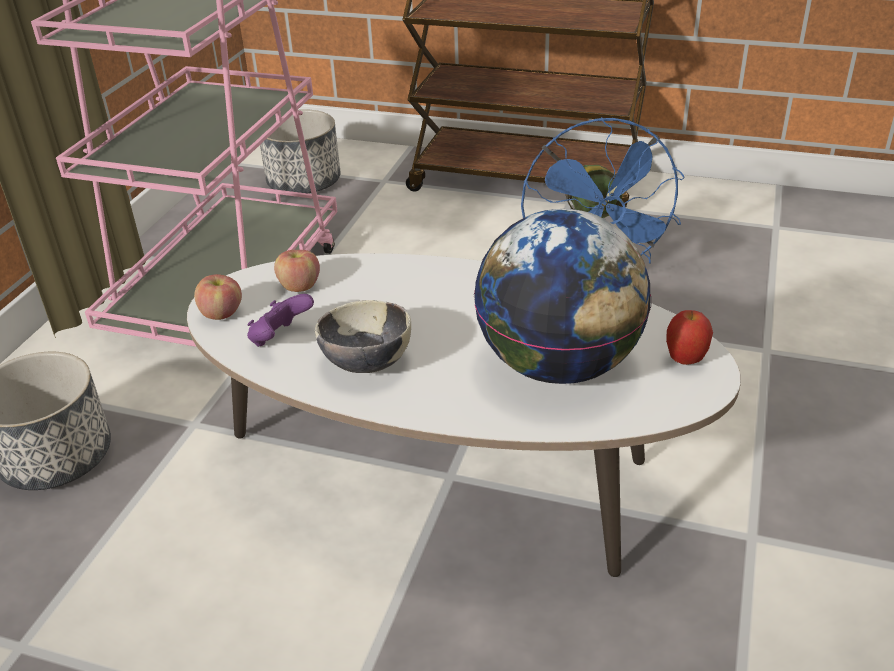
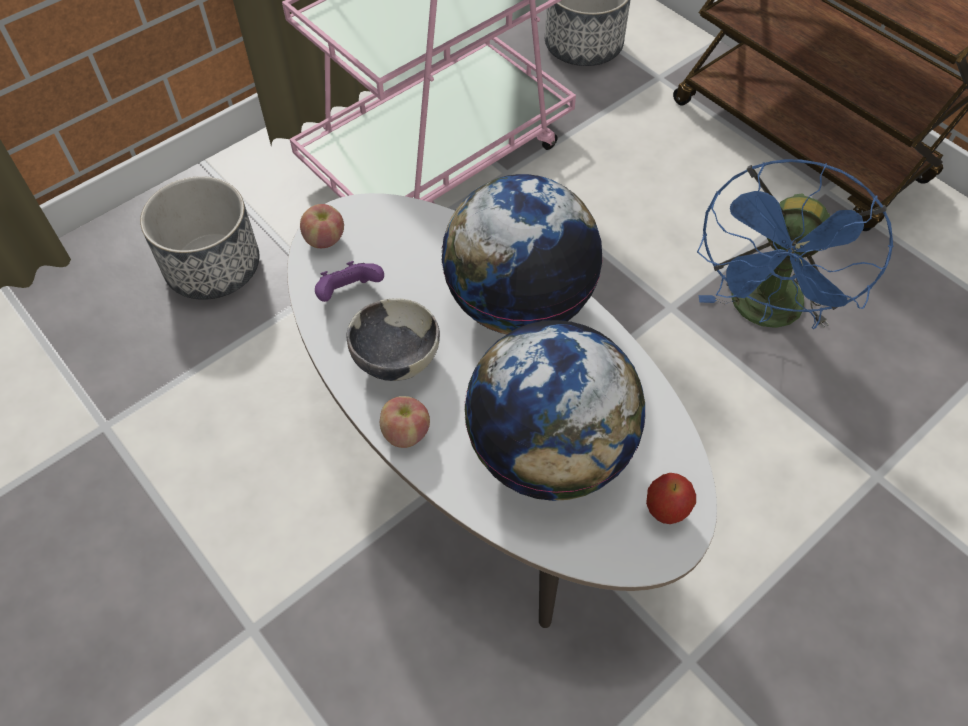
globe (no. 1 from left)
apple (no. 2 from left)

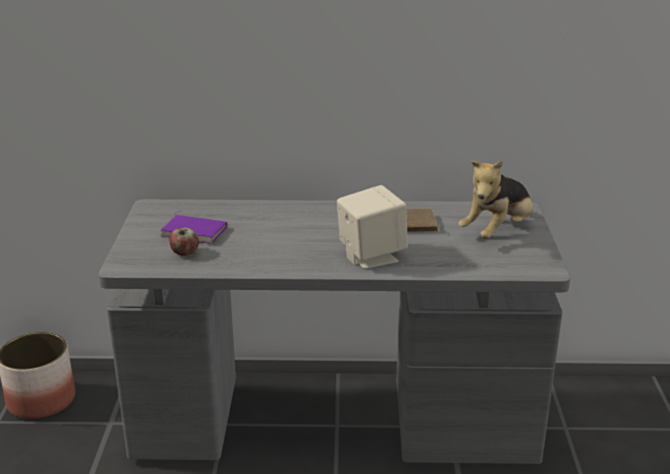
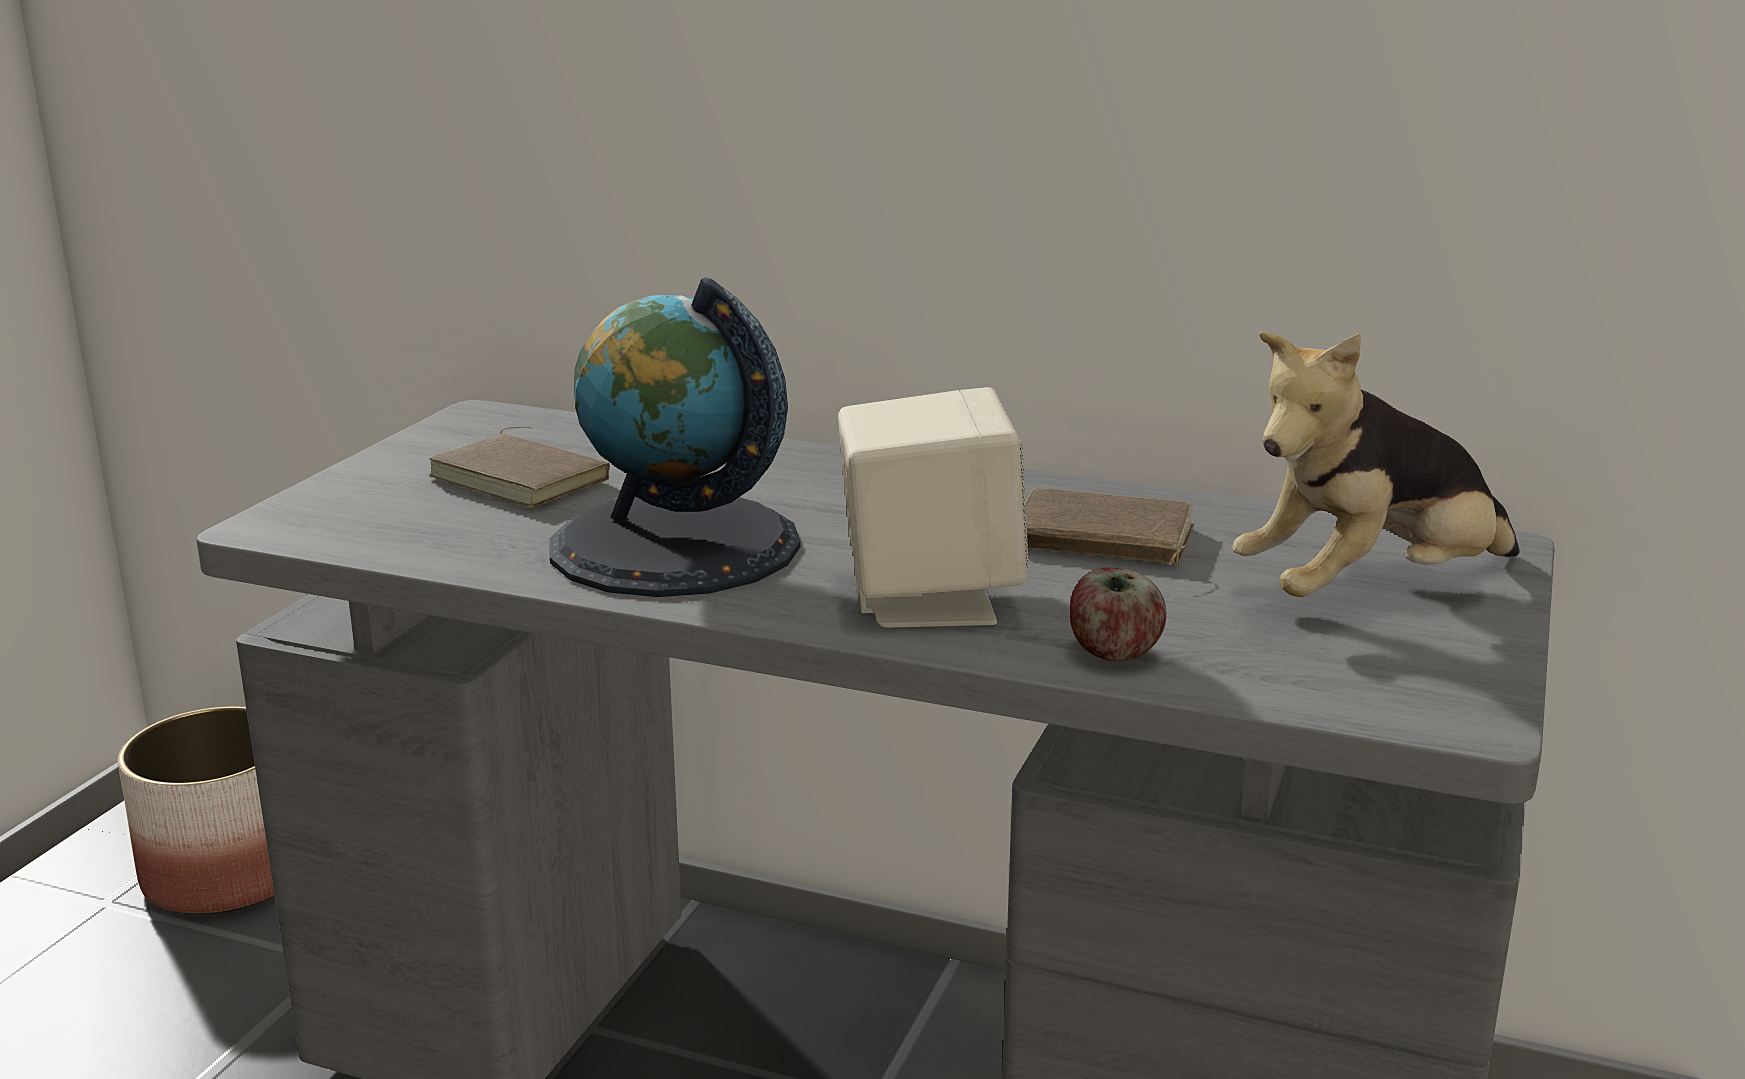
globe
apple
brown book (no. 1 from left)

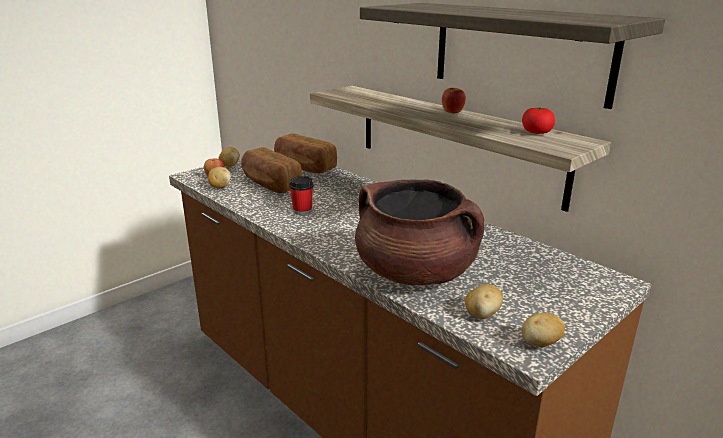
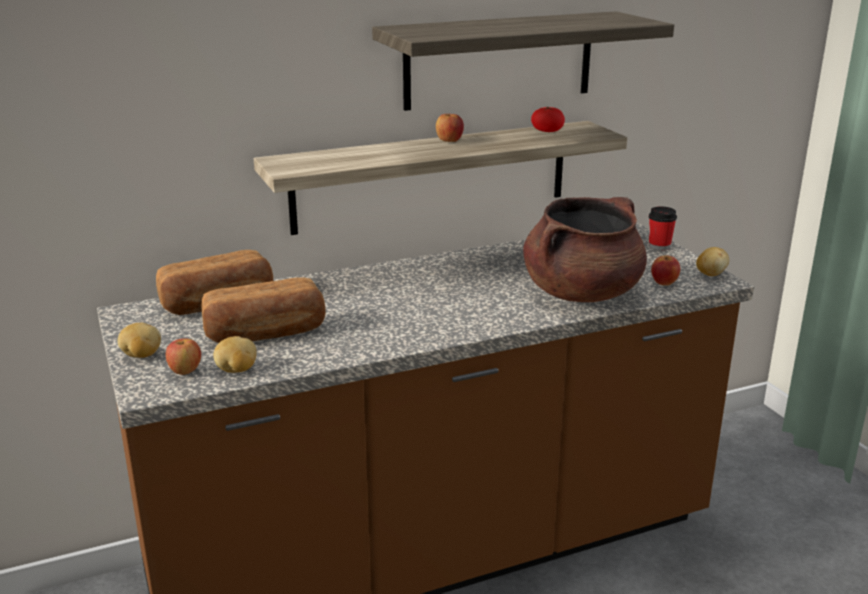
cup
apple (no. 3 from left)

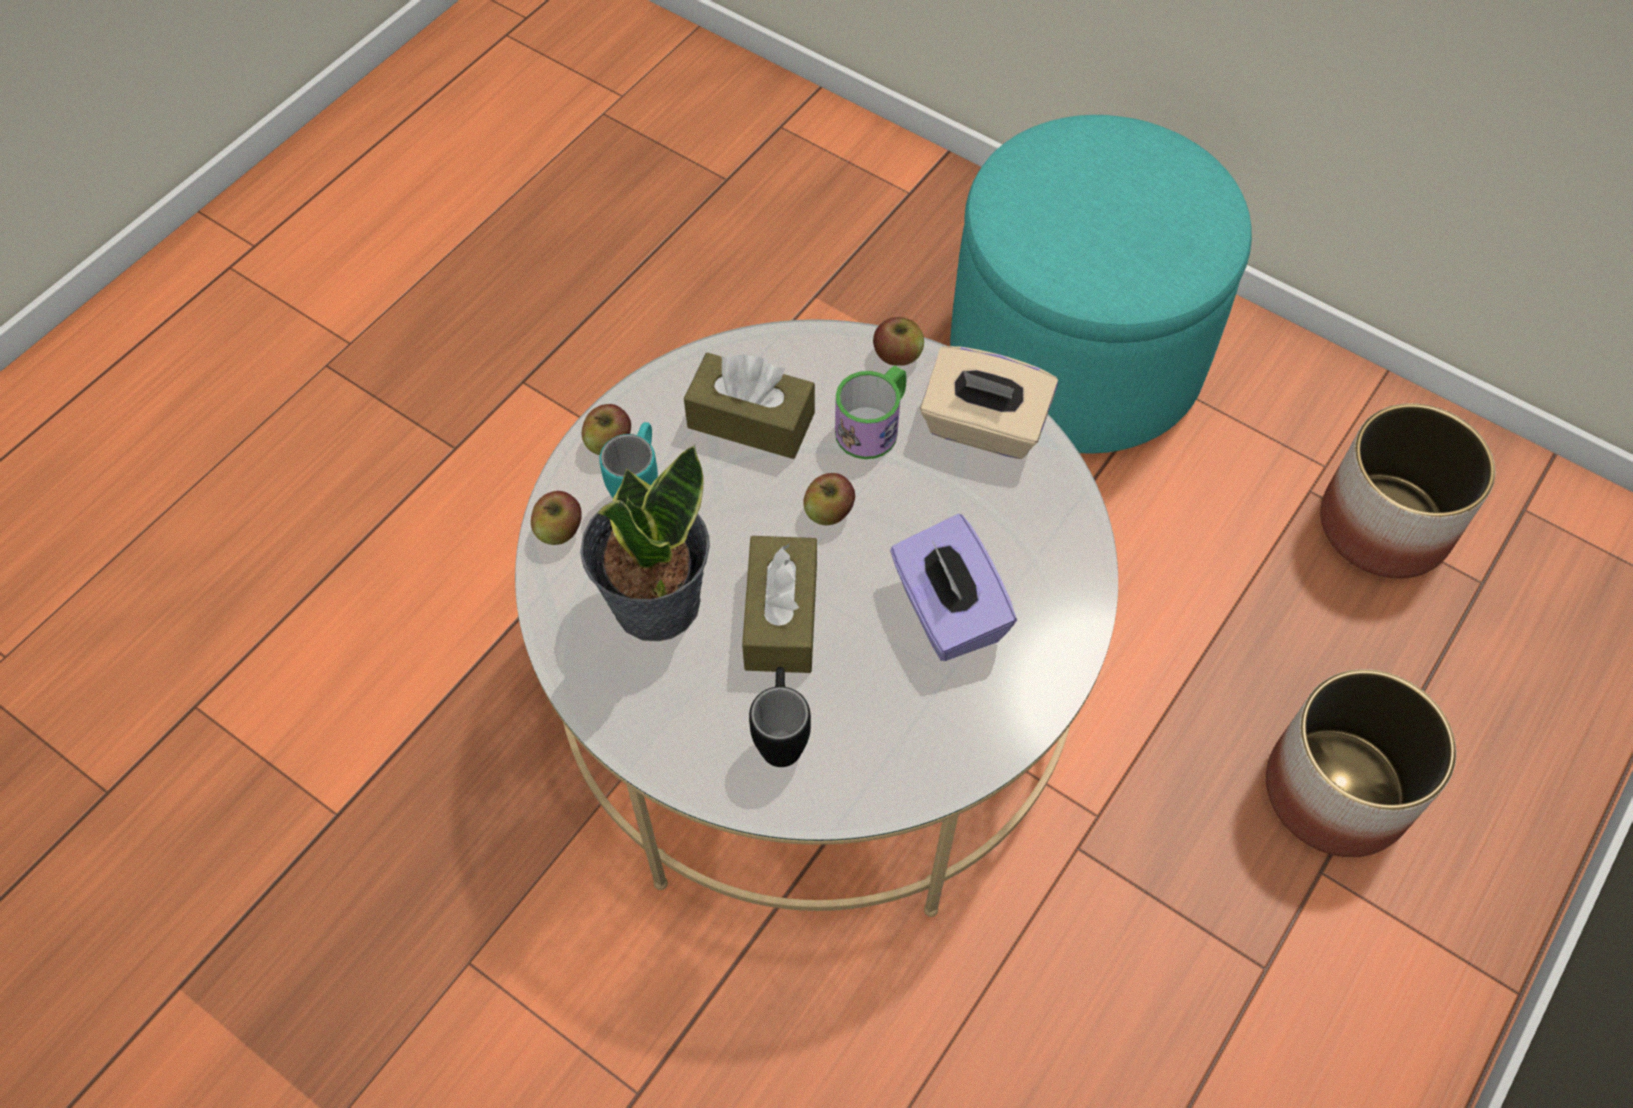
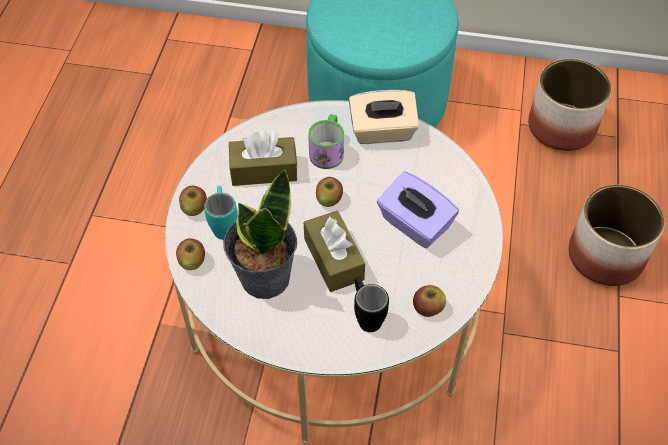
apple (no. 4 from left)

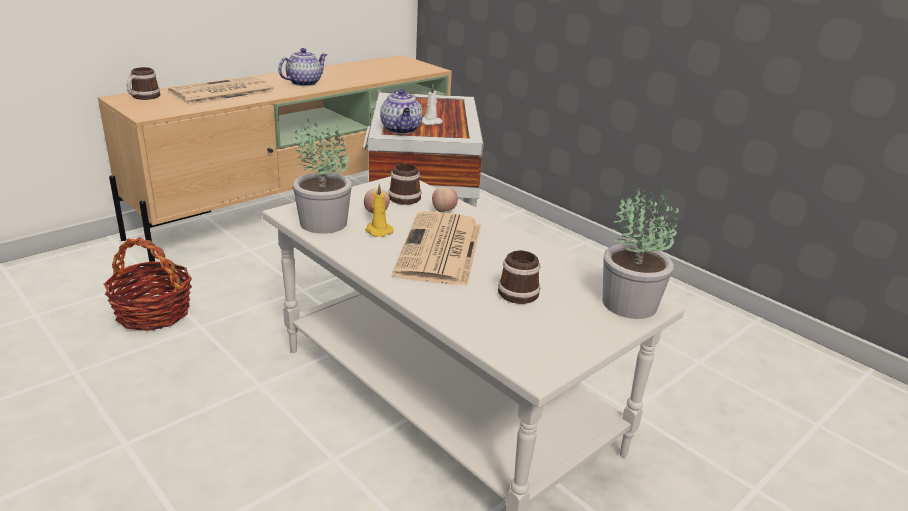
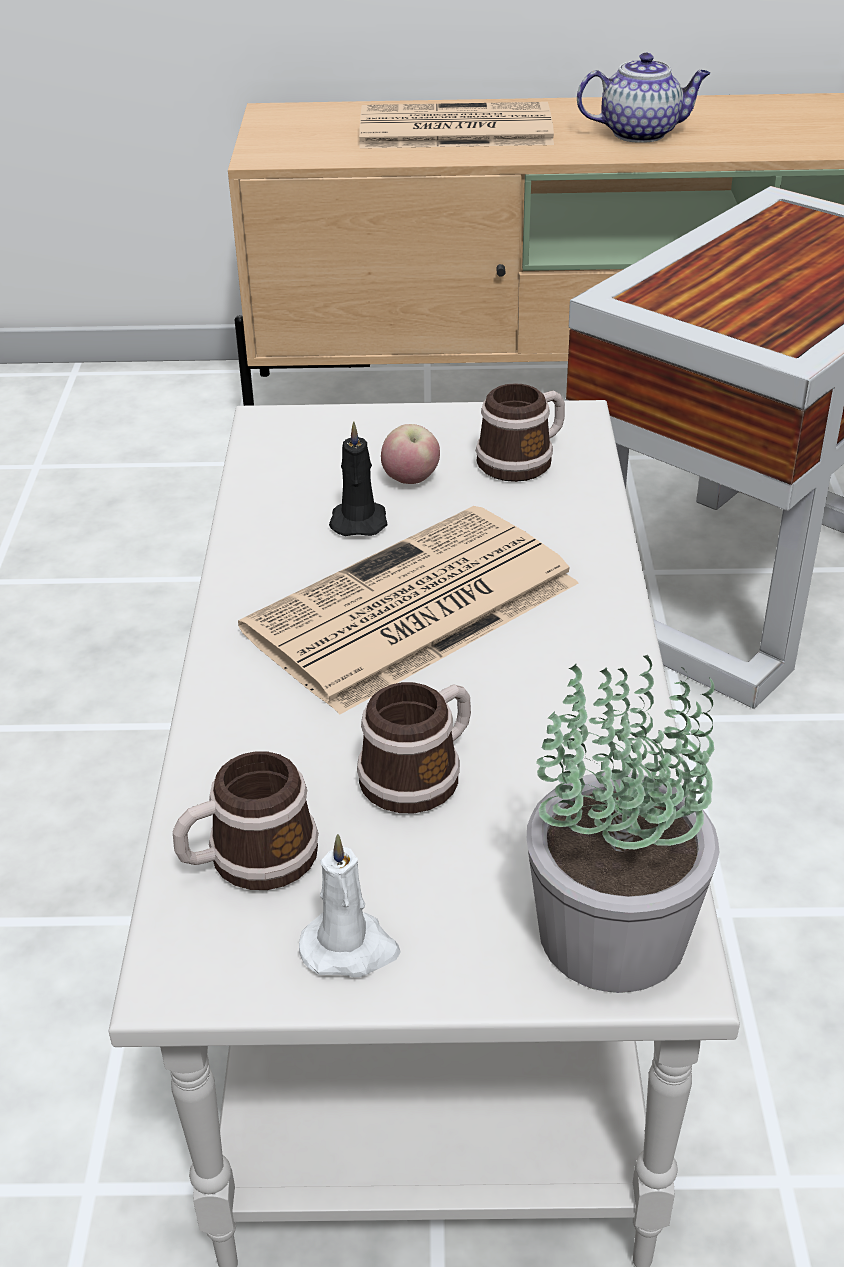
basket
potted plant (no. 1 from left in the first image)
teapot (no. 2 from left in the first image)
apple (no. 2 from left in the first image)
mug (no. 1 from left)
white candle
black candle

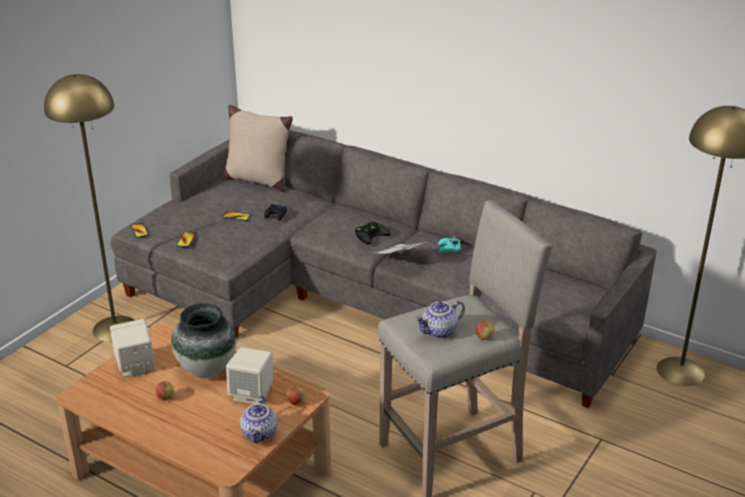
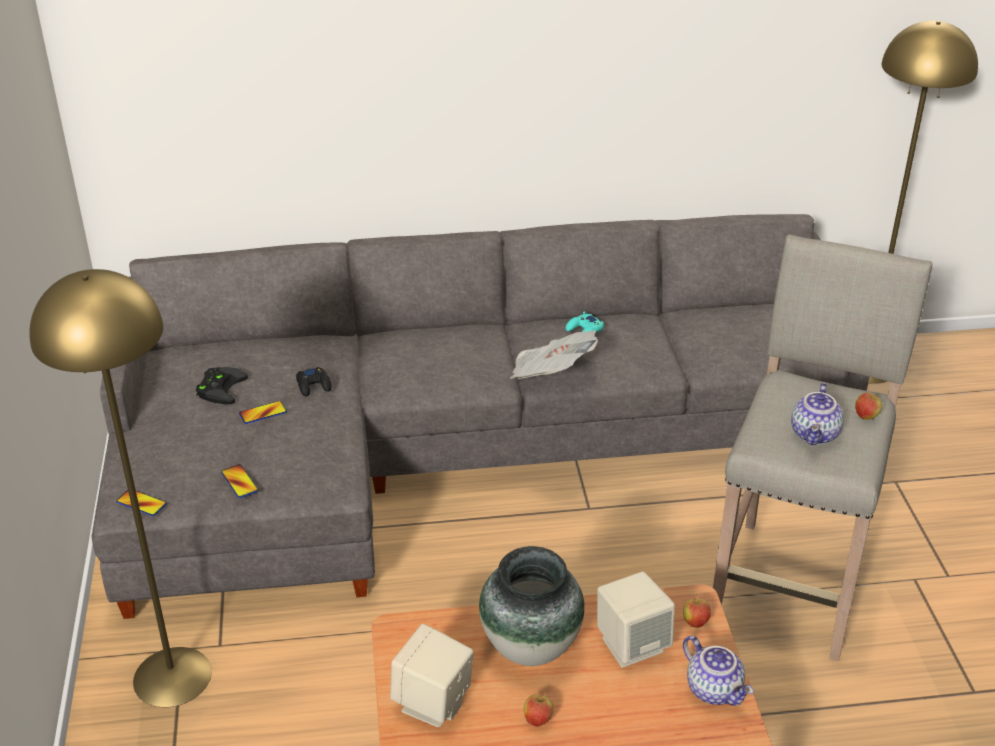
beige pillow
black game controller (no. 1 from left)

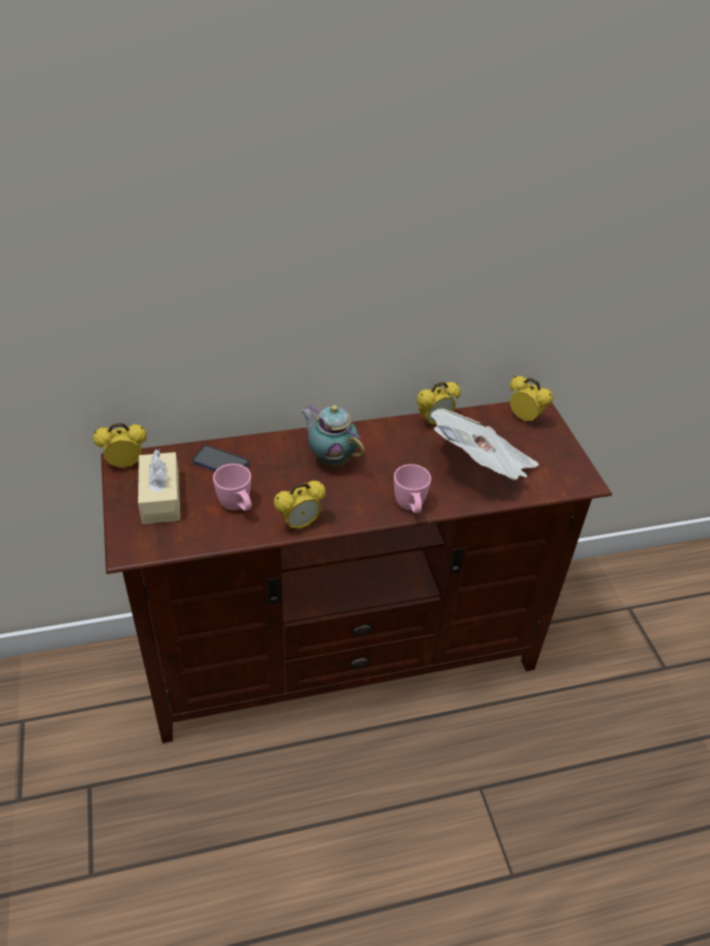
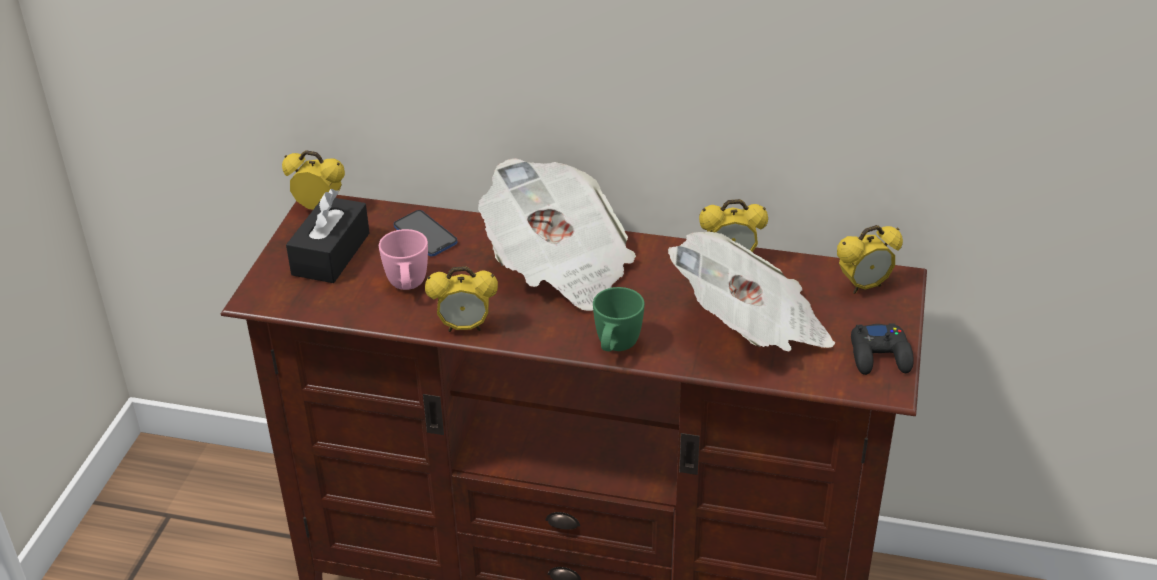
black game controller
newspaper (no. 1 from left)
black tissue box
green mug
alarm clock (no. 4 from left)

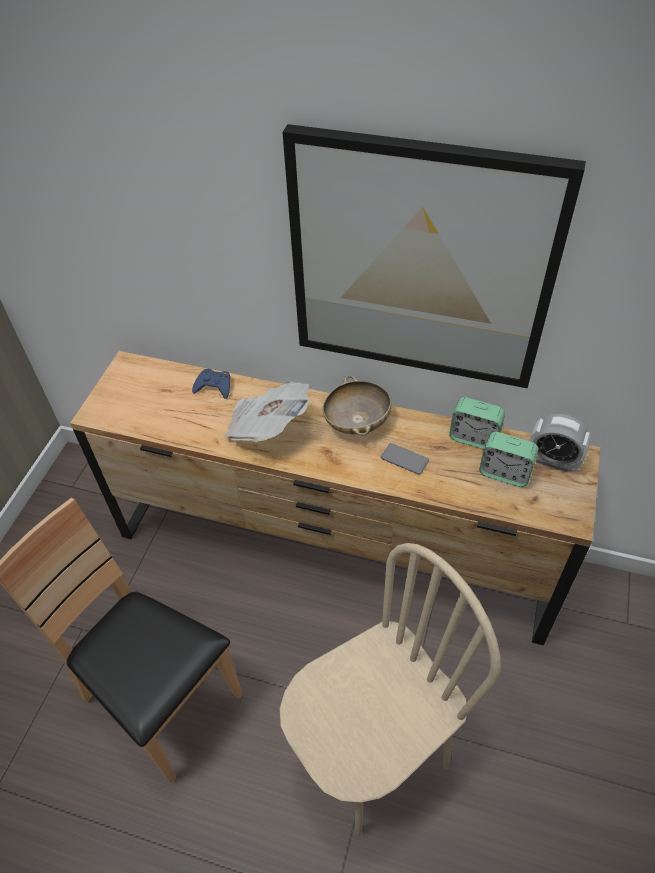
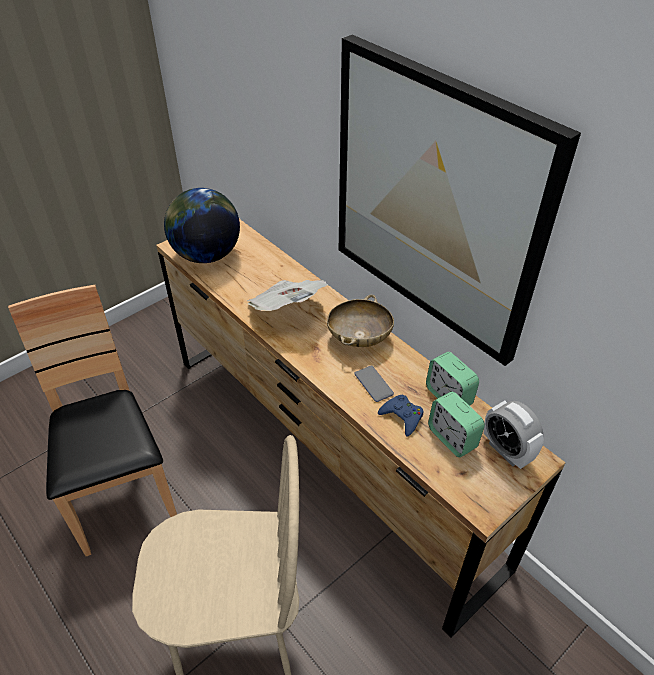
globe
blue game controller

